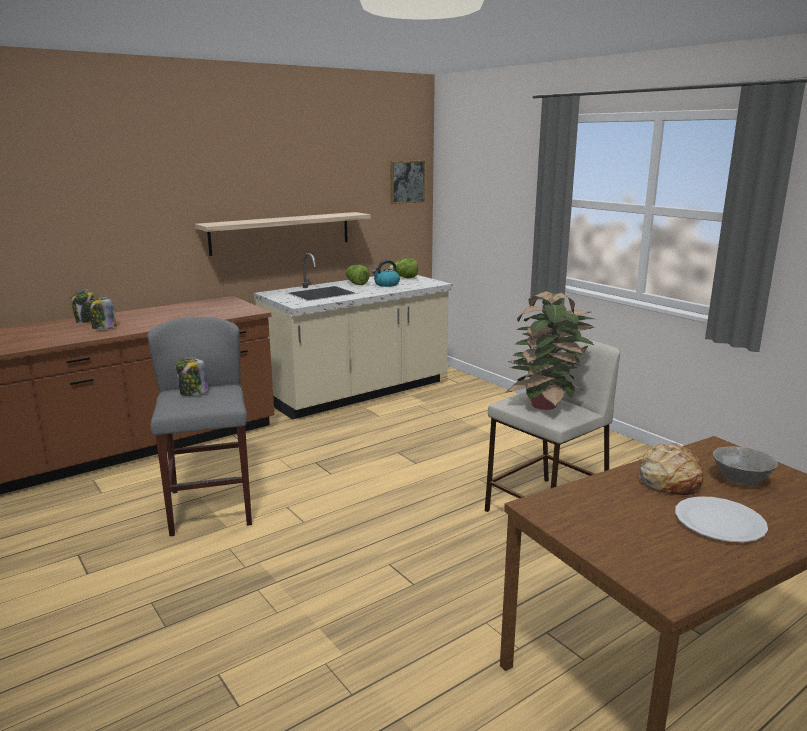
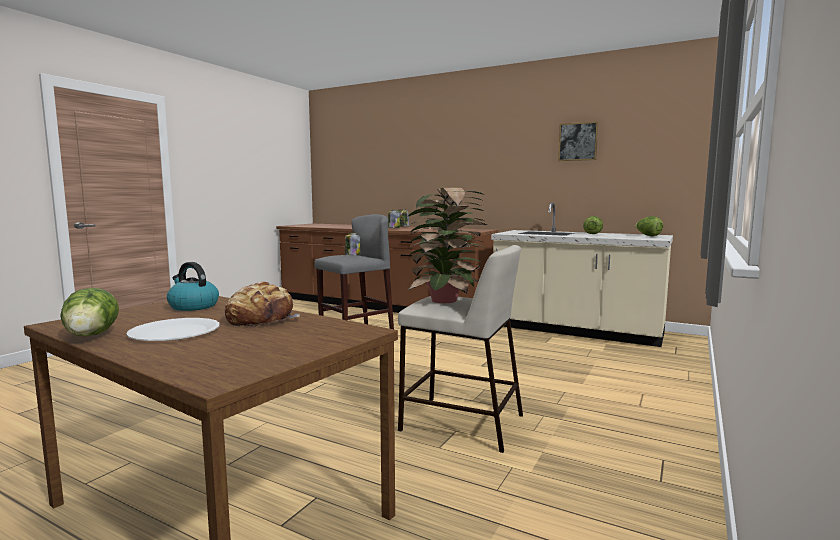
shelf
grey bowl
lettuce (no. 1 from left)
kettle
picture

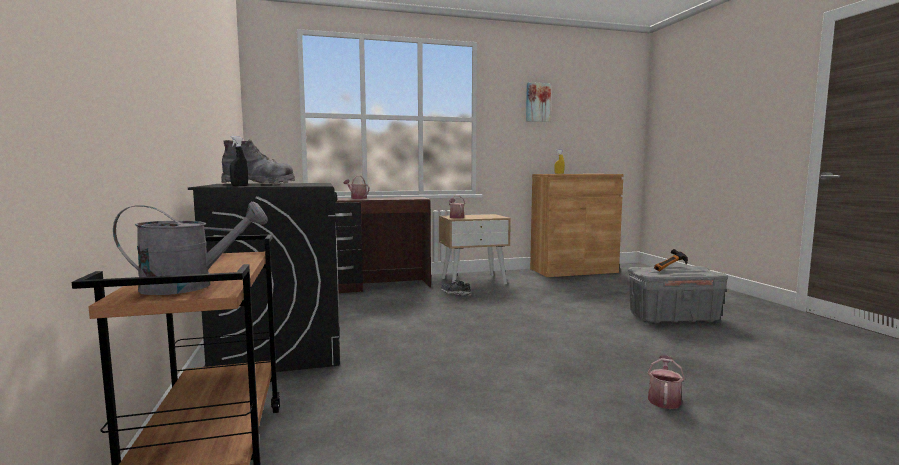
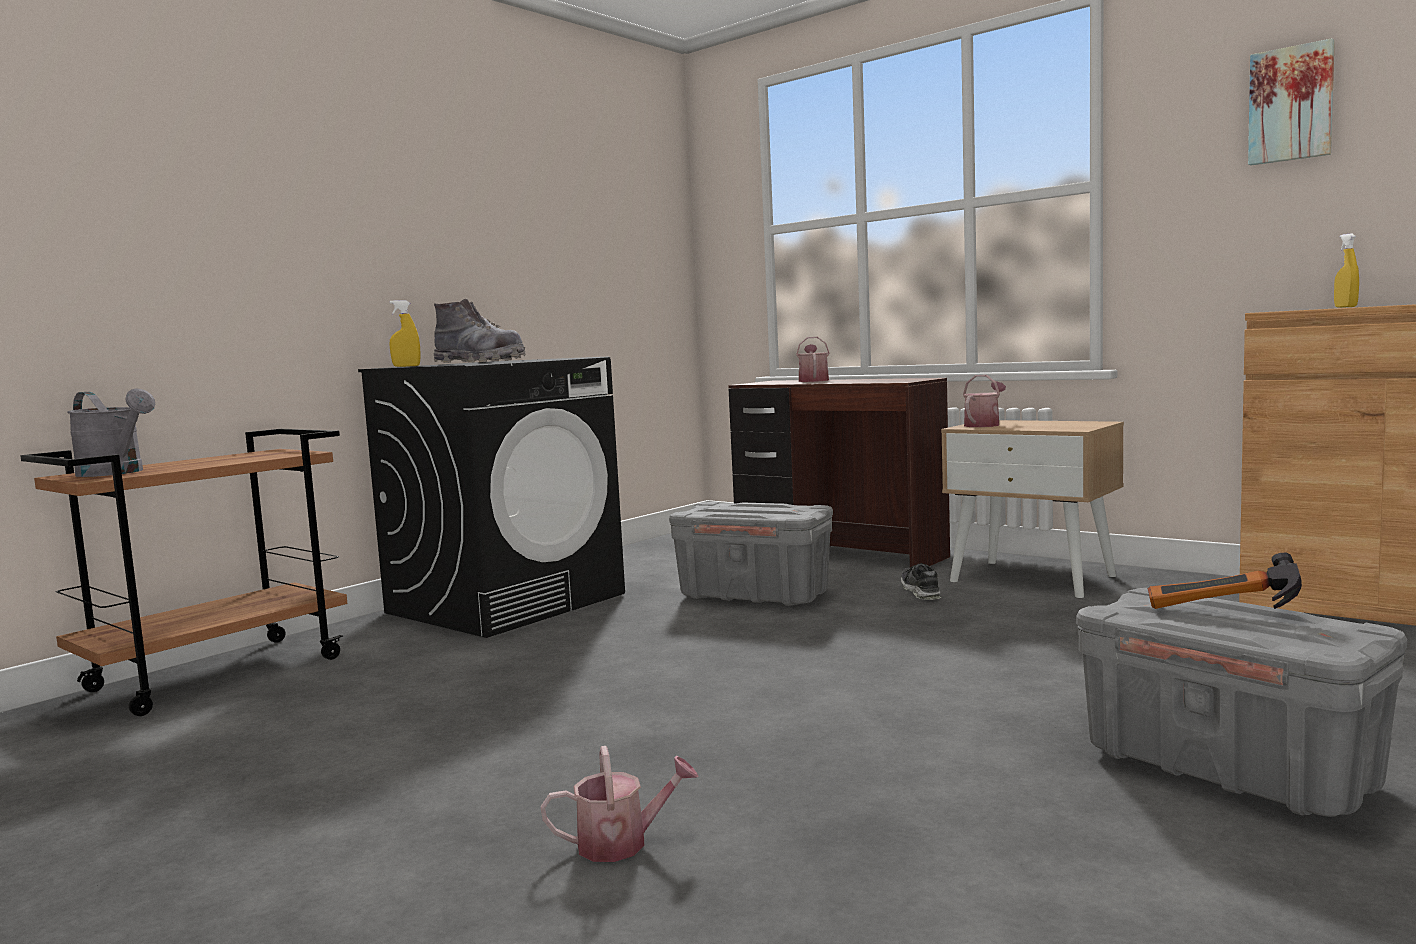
grey storage box (no. 1 from left)
yellow spray bottle (no. 1 from left)

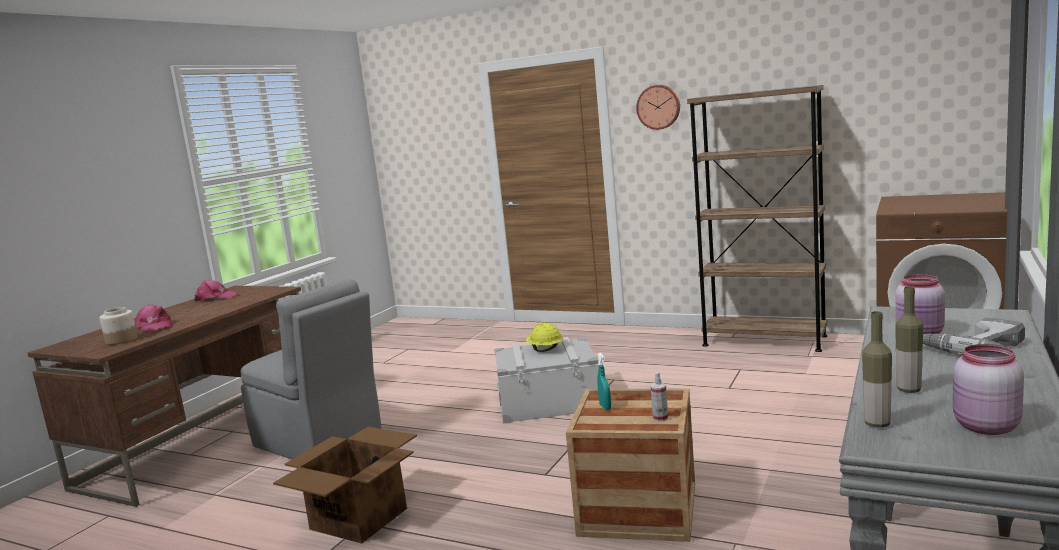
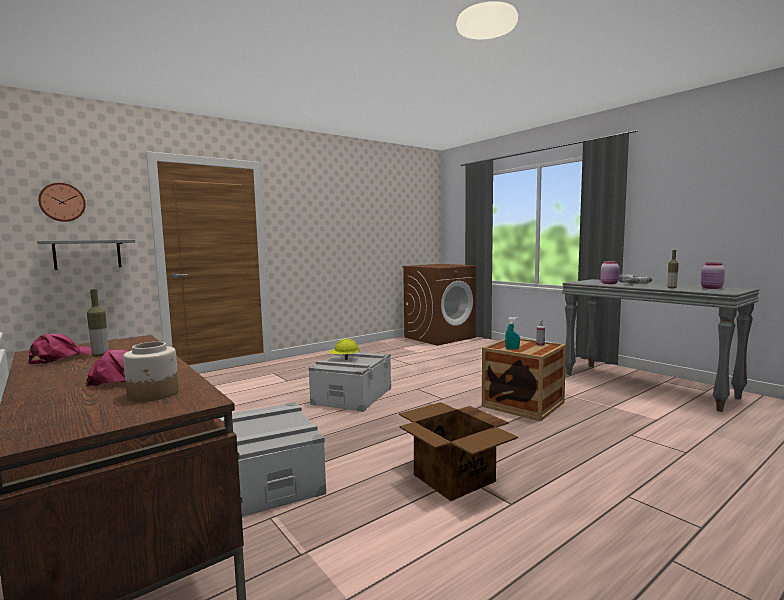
brown bookcase
grey shelf
wall clock
bottle (no. 1 from left)
grey storage box (no. 1 from left)

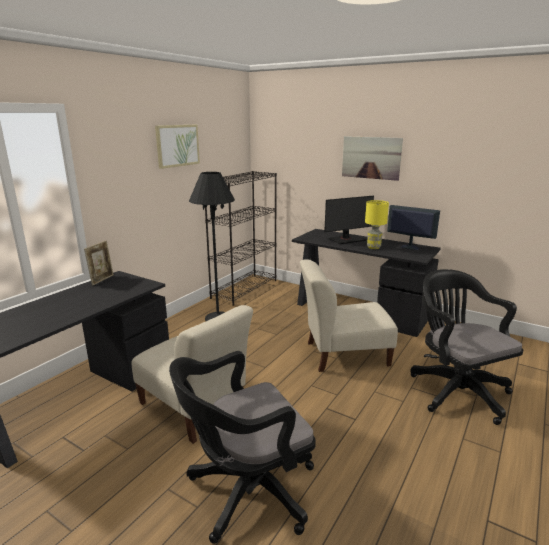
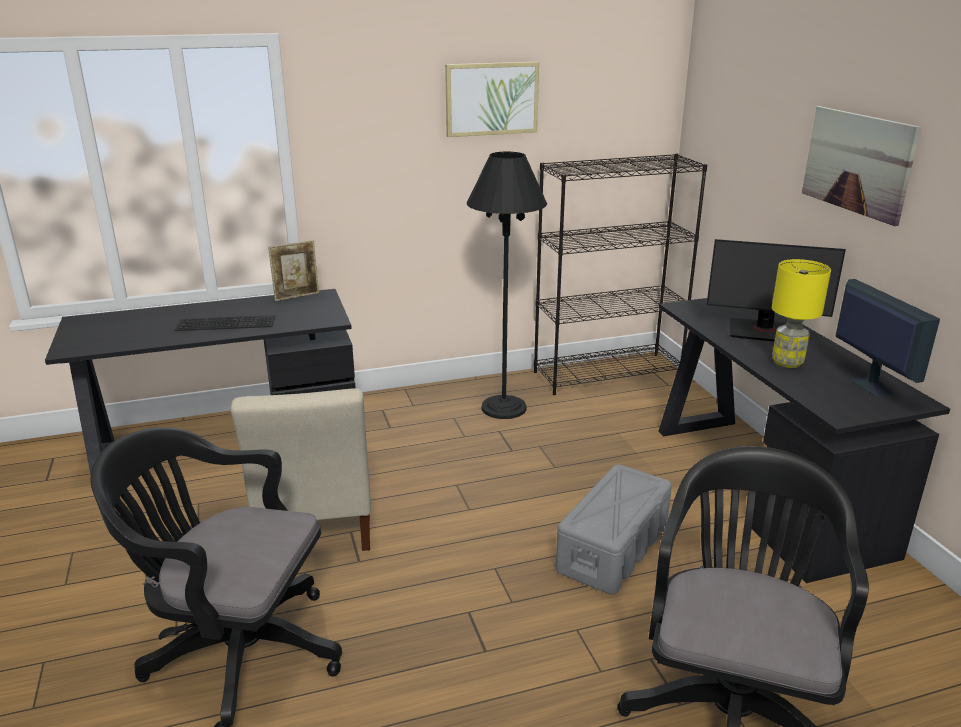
keyboard
grey storage box

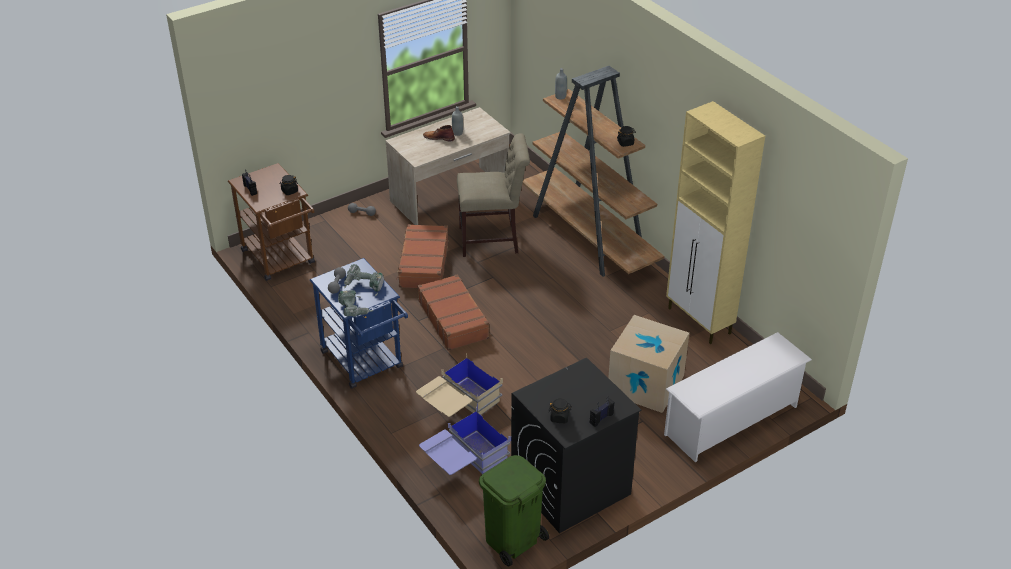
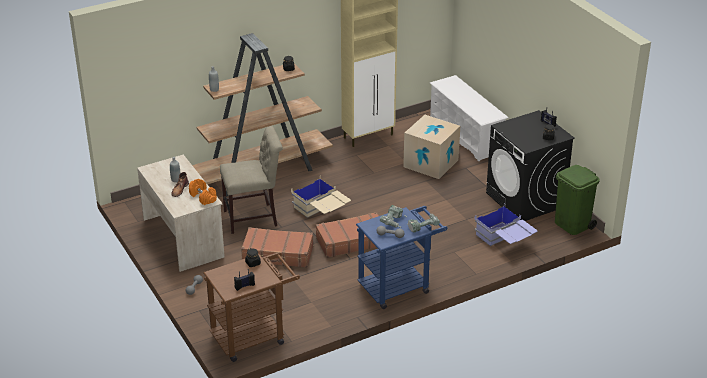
orange dumbbell
beige storage box
beige chair

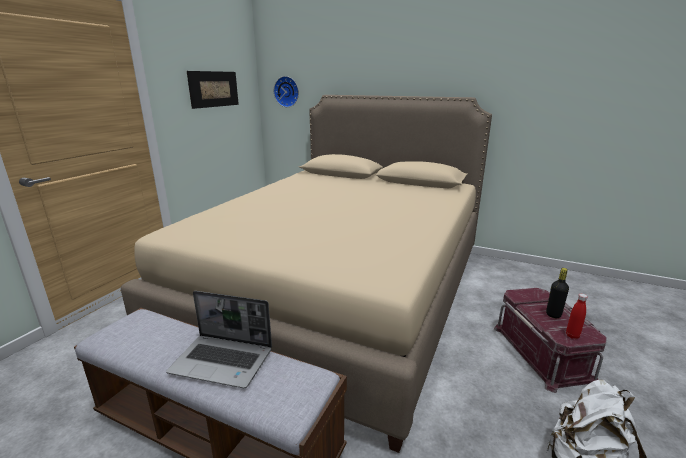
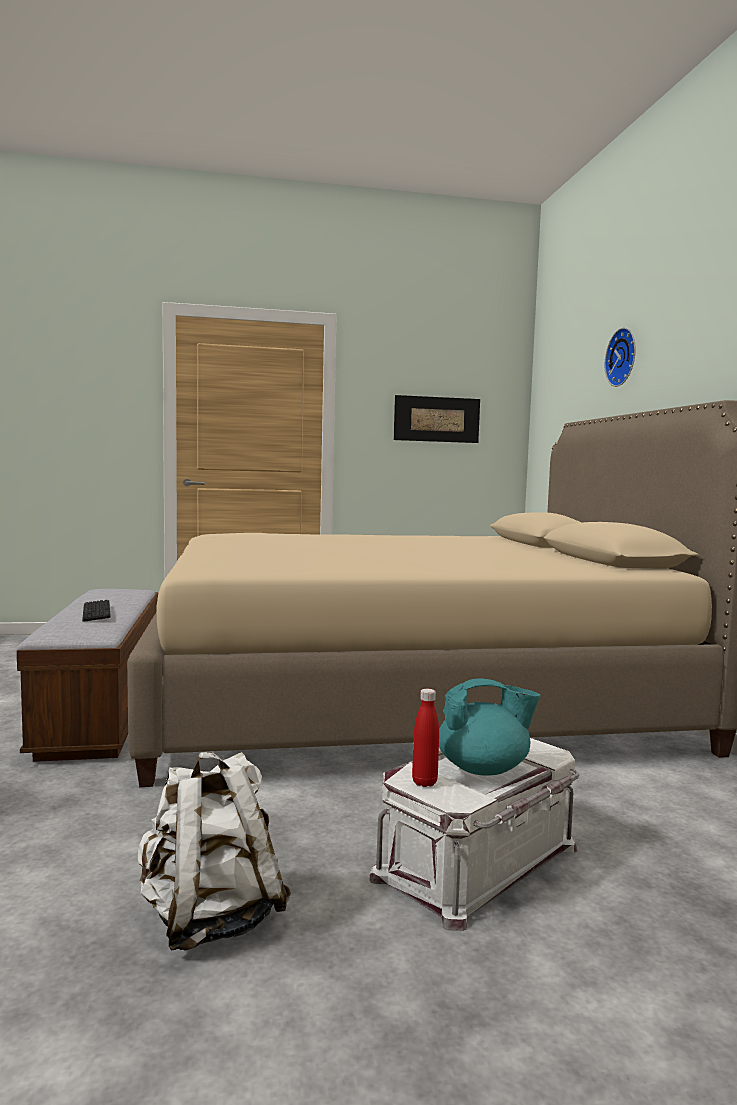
wall clock
keyboard
turquoise teapot
white storage box

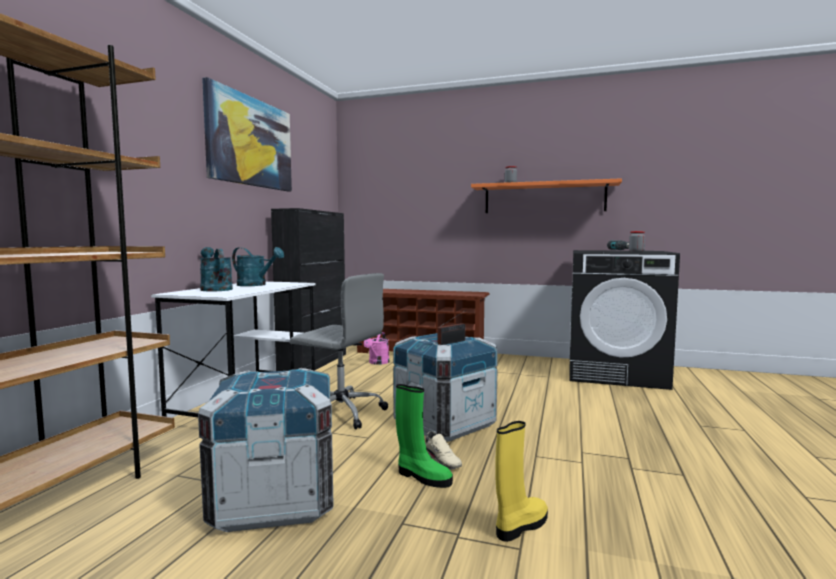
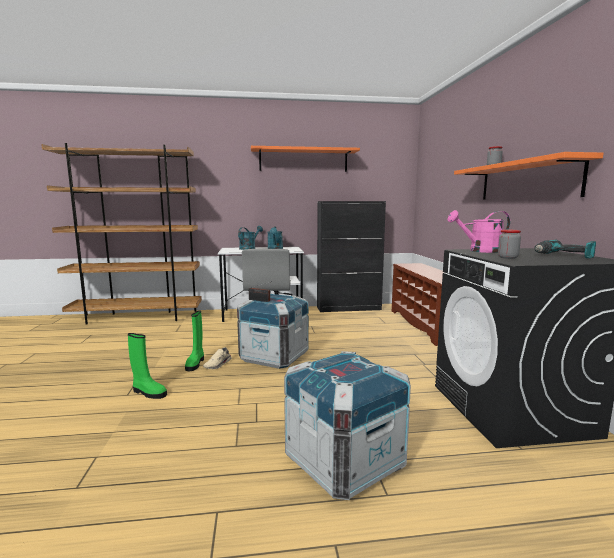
crate (no. 2 from left)
pink watering can
orange shelf (no. 1 from left)
green boot (no. 1 from left)

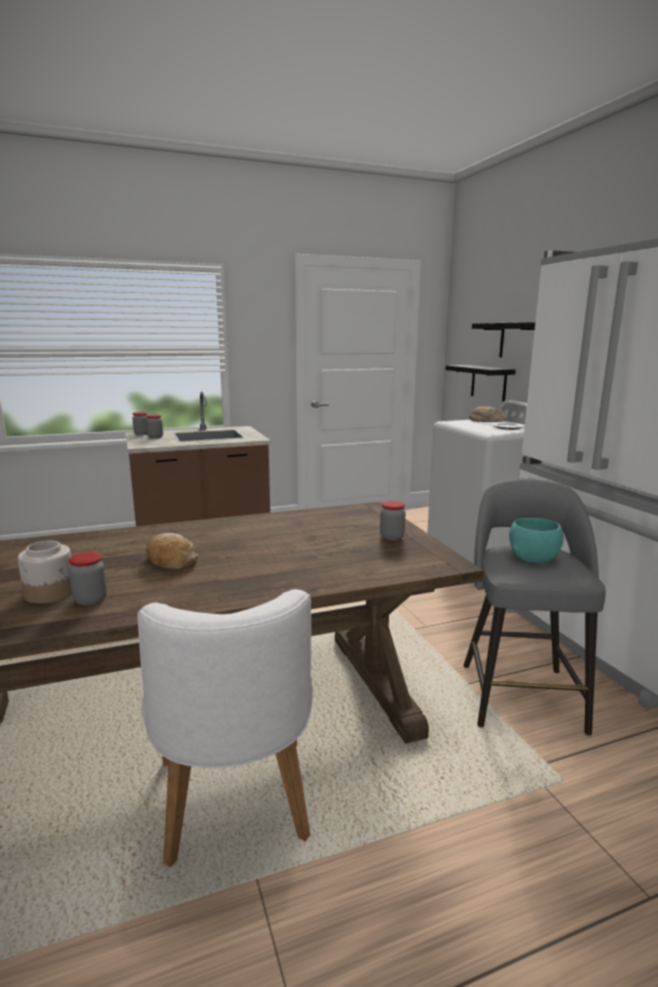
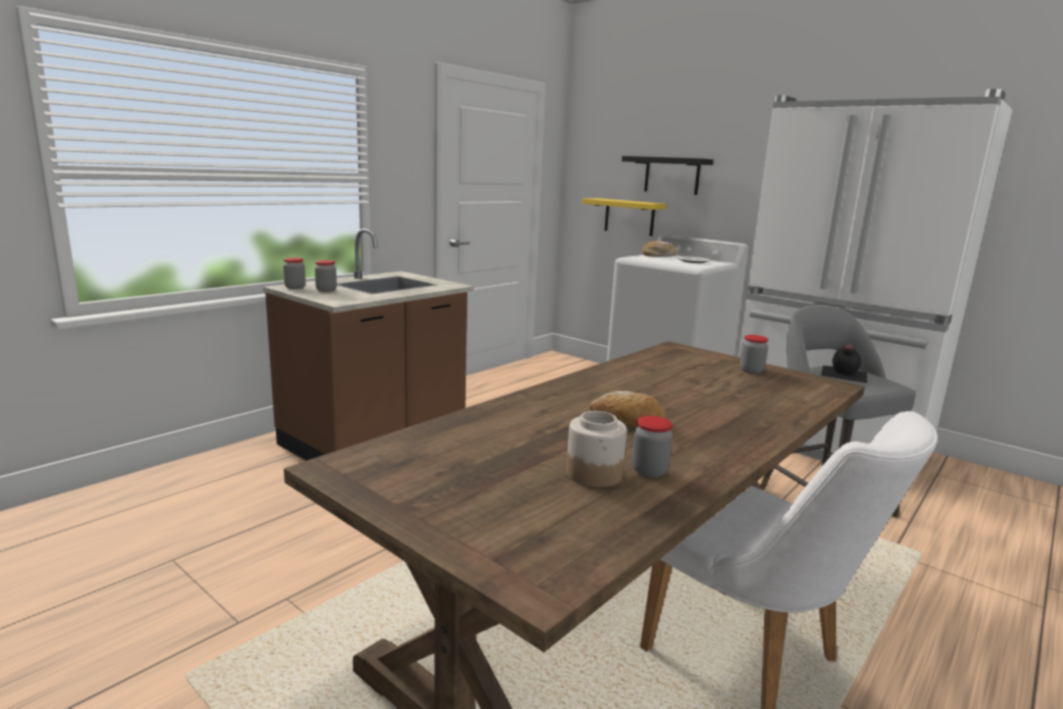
black bottle
yellow shelf

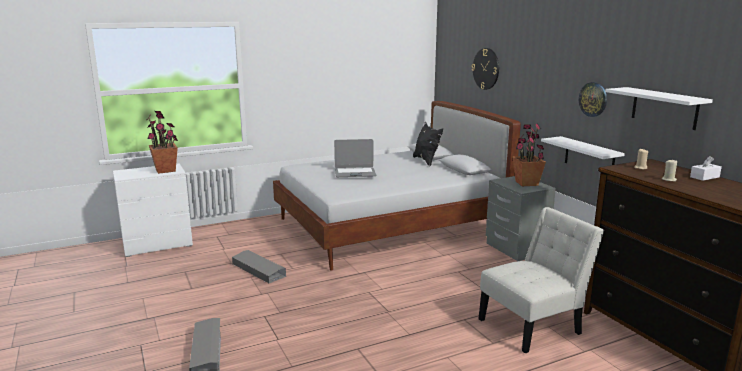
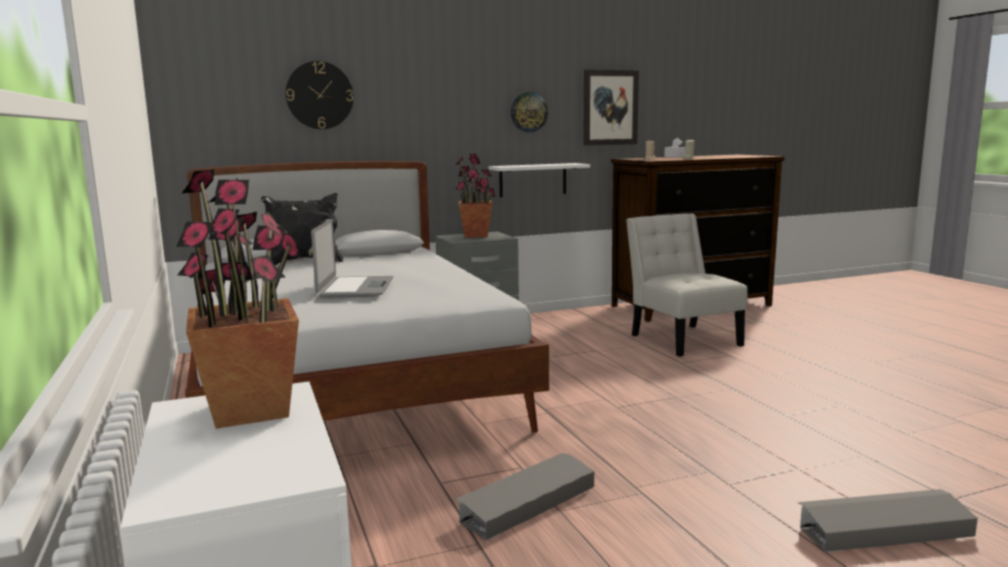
picture

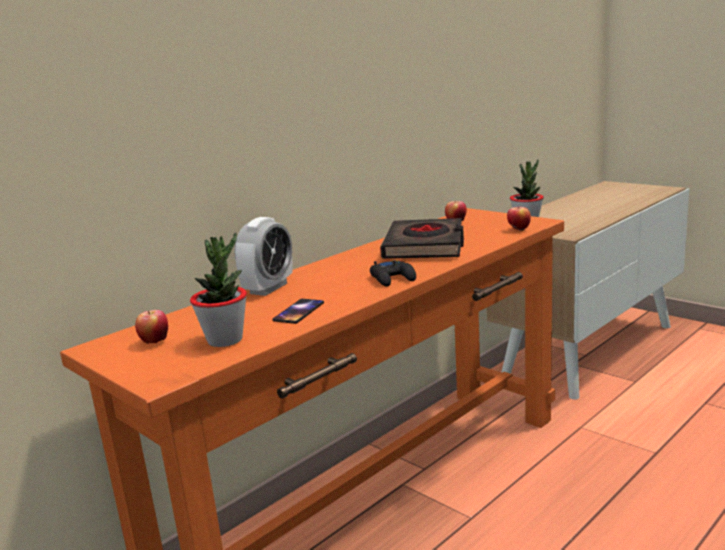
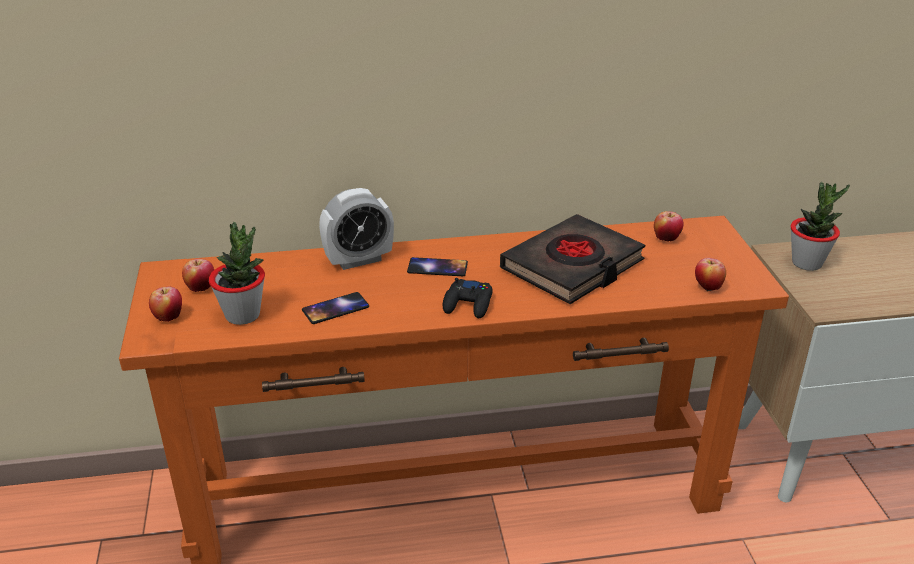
apple (no. 1 from left)
phone (no. 2 from left)

